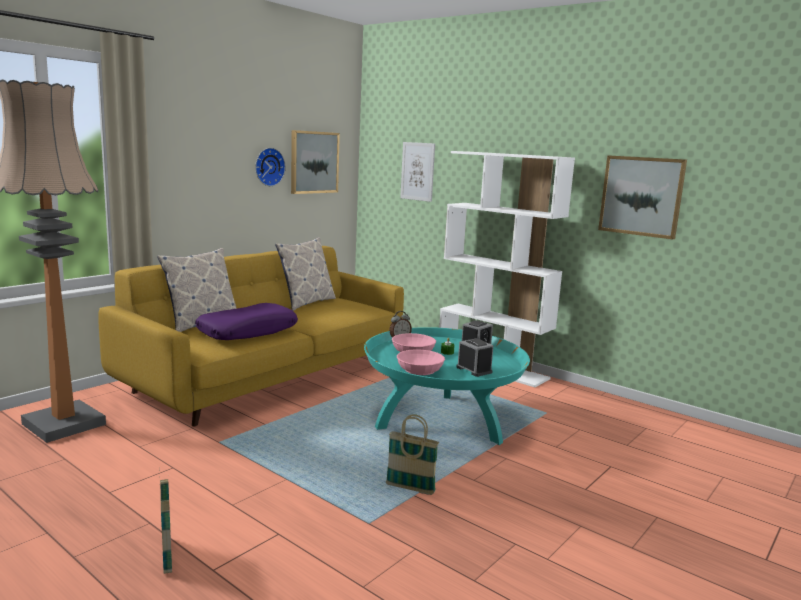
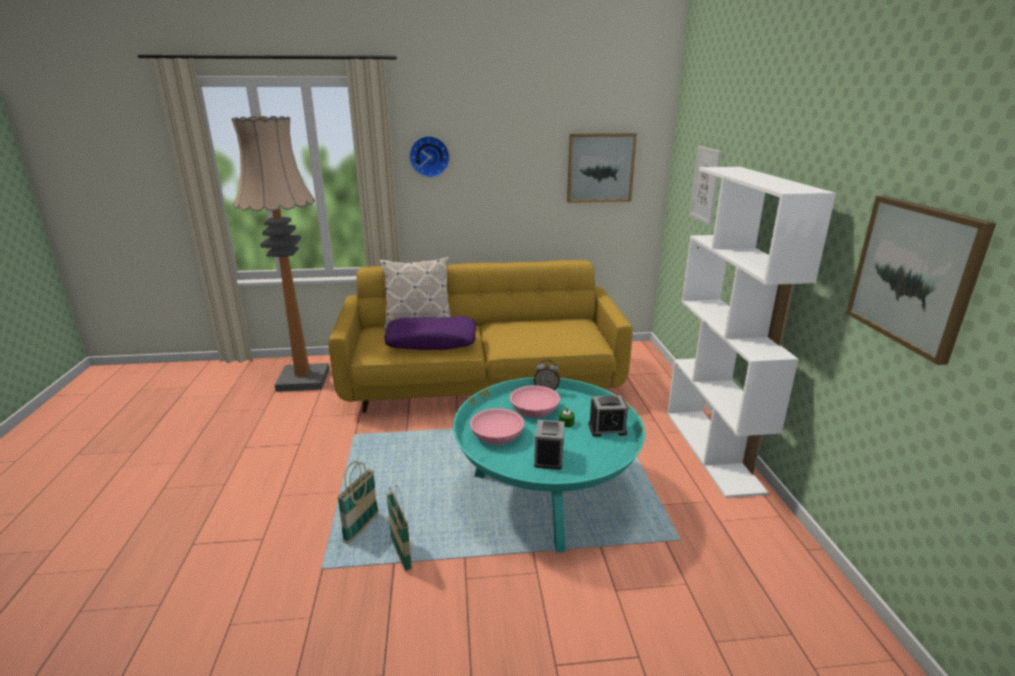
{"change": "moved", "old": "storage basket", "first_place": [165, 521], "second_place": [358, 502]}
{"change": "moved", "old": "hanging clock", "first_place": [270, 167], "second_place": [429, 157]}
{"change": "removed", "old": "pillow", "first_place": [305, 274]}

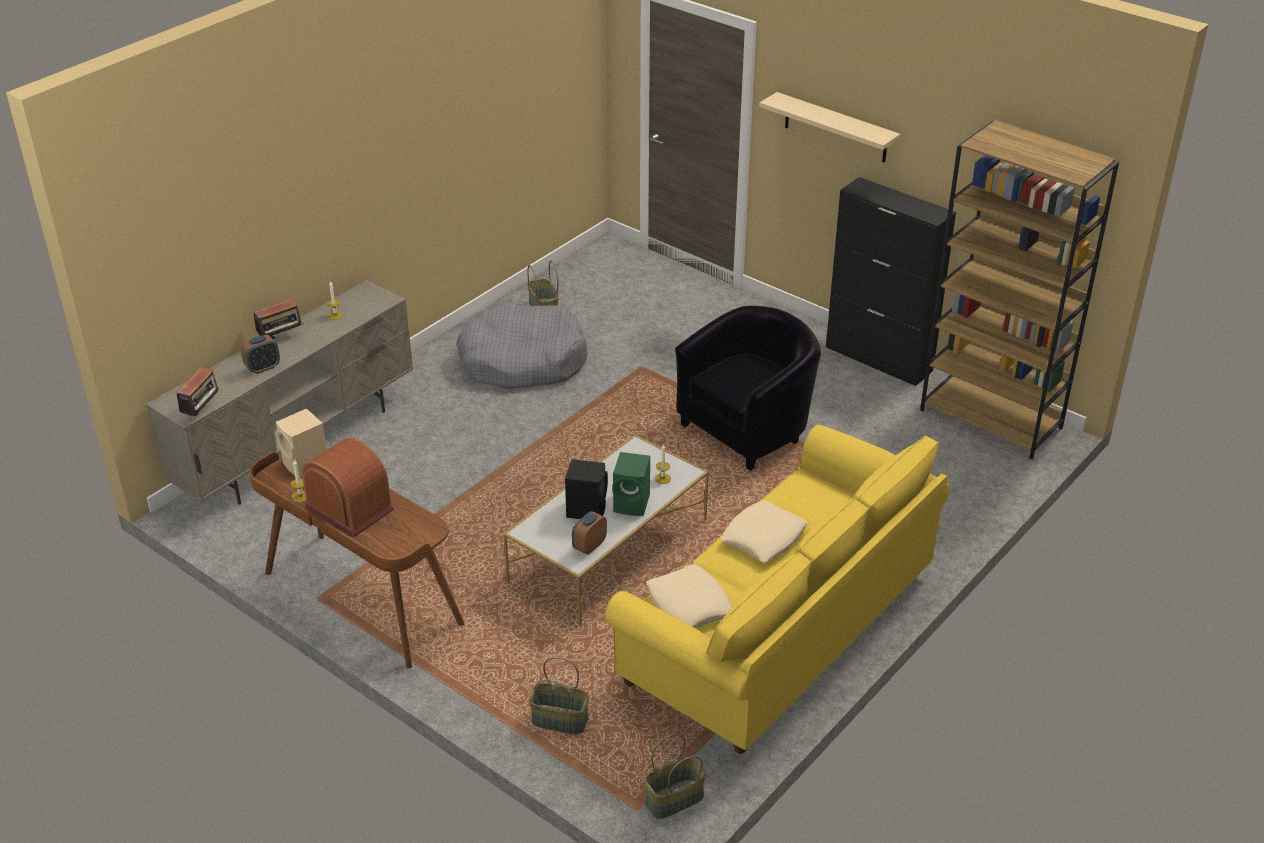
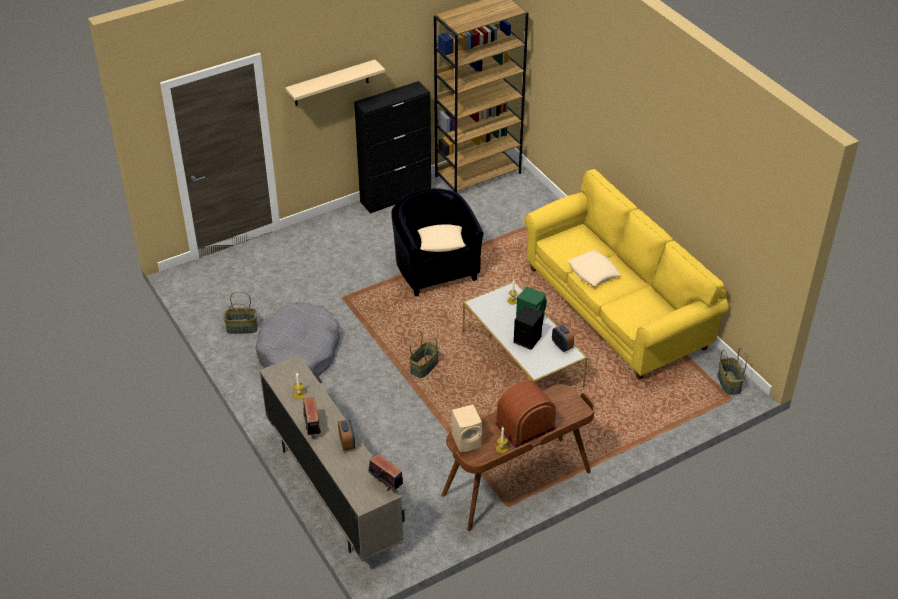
{"change": "moved", "old": "storage basket", "first_place": [559, 695], "second_place": [424, 354]}
{"change": "moved", "old": "pillow in beige", "first_place": [689, 596], "second_place": [441, 238]}

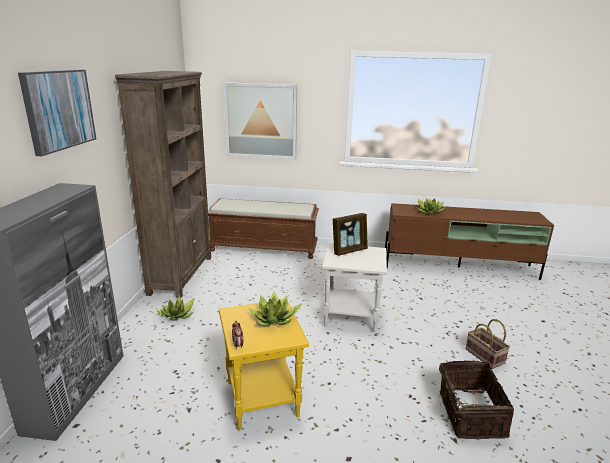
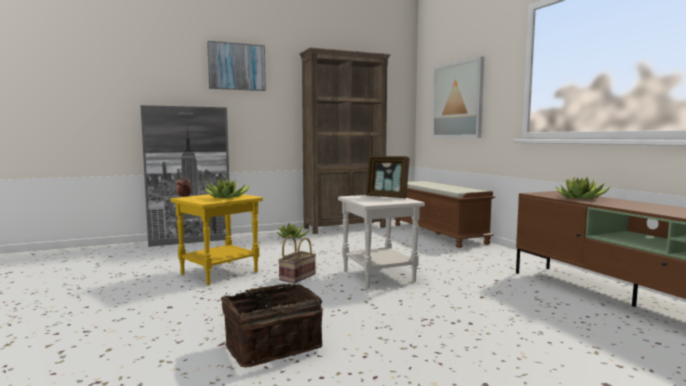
{"change": "moved", "old": "storage basket", "first_place": [487, 344], "second_place": [297, 259]}

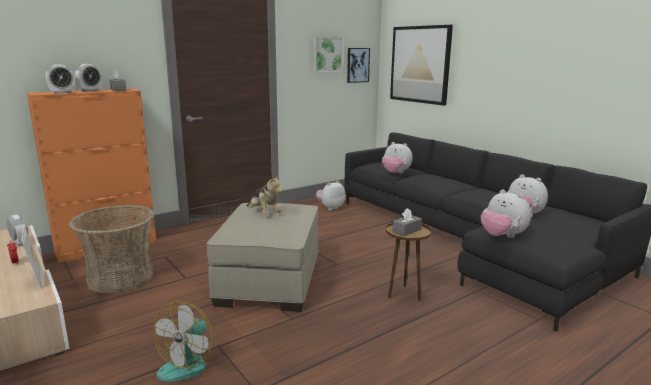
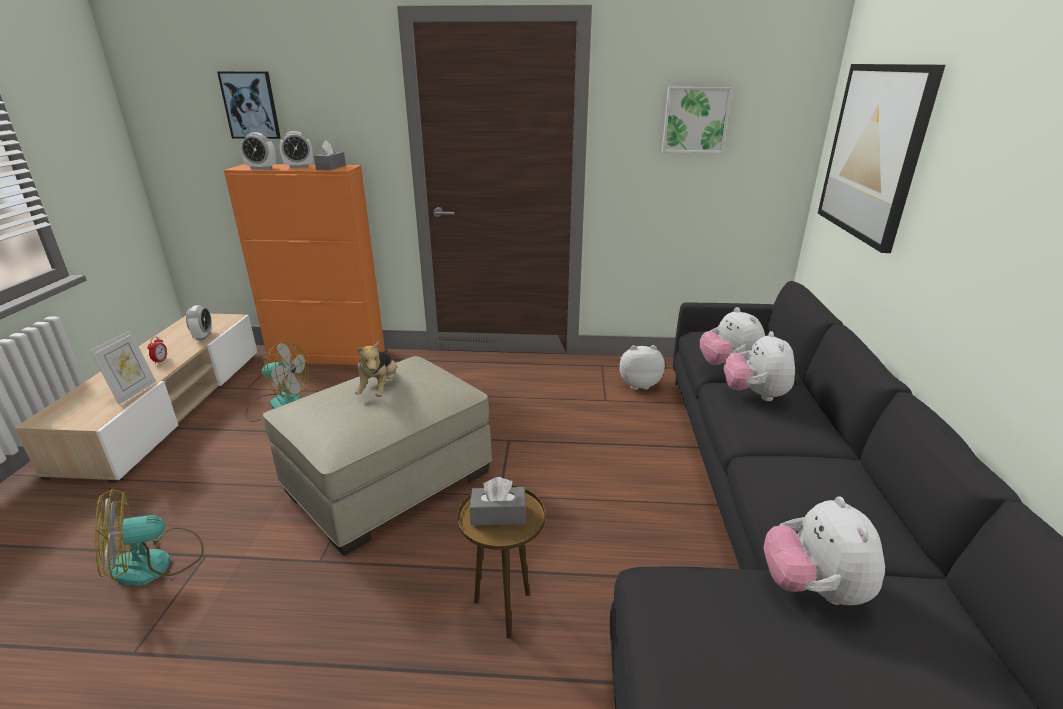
{"change": "moved", "old": "picture", "first_place": [358, 65], "second_place": [249, 105]}
{"change": "replaced", "old": "storage basket", "new": "electric fan", "first_place": [112, 249], "second_place": [277, 381]}
{"change": "moved", "old": "soft toy", "first_place": [506, 213], "second_place": [759, 366]}

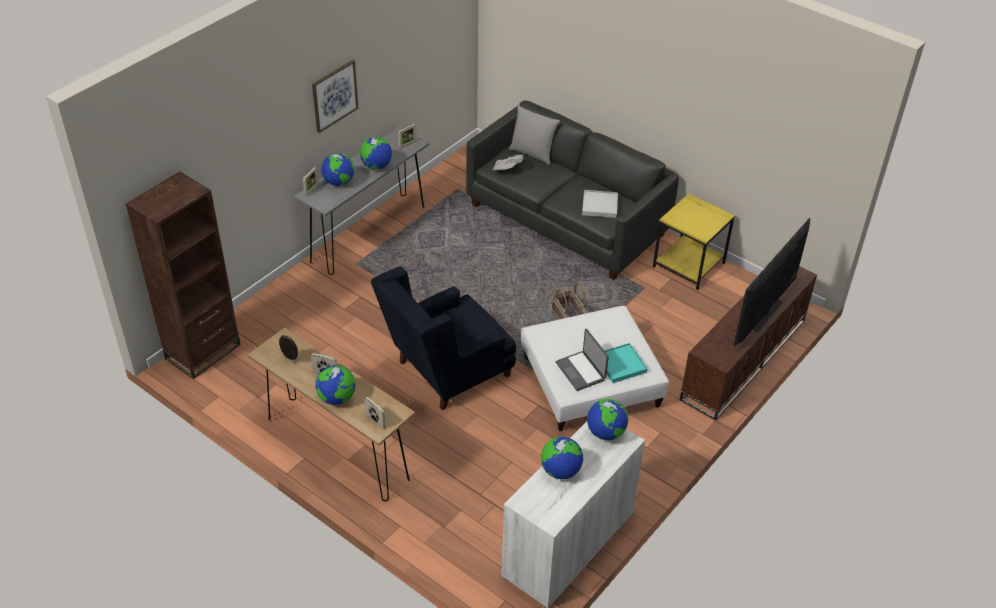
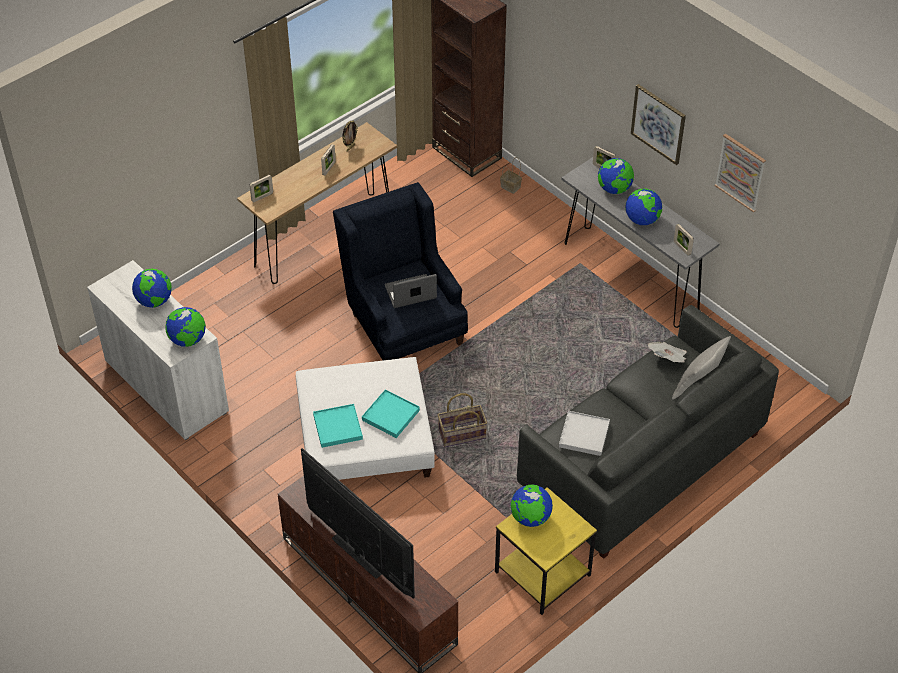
{"change": "added", "new": "serving tray in turquoise-coloured", "second_place": [391, 413]}
{"change": "moved", "old": "portable computer", "first_place": [582, 360], "second_place": [411, 291]}
{"change": "added", "new": "storage basket", "second_place": [511, 175]}
{"change": "moved", "old": "globe", "first_place": [335, 385], "second_place": [531, 505]}
{"change": "added", "new": "picture", "second_place": [740, 173]}

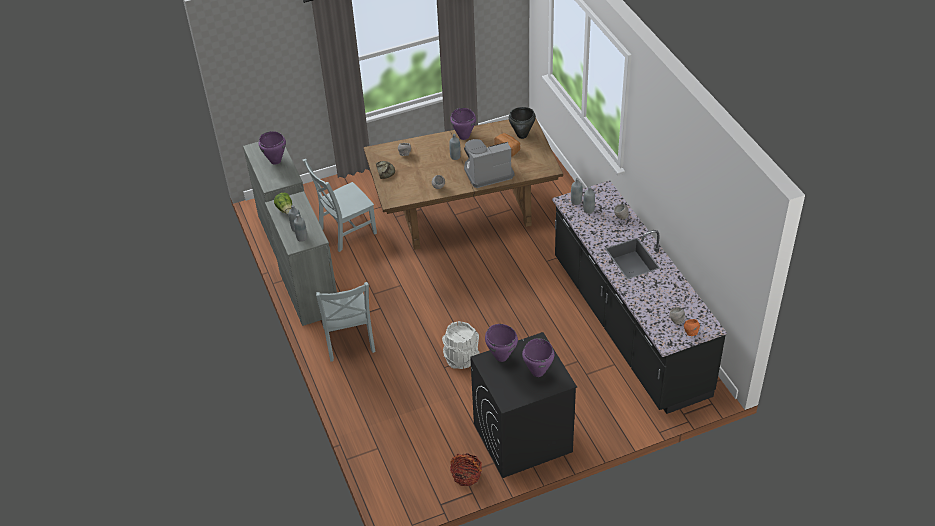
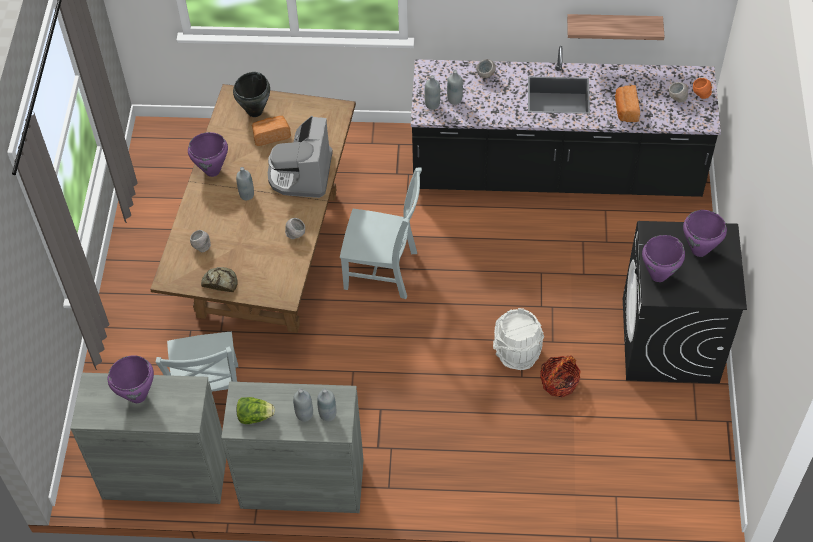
{"change": "moved", "old": "plain chair in greyish", "first_place": [345, 322], "second_place": [381, 233]}
{"change": "moved", "old": "storage basket", "first_place": [466, 469], "second_place": [560, 376]}
{"change": "added", "new": "wall shelf", "second_place": [615, 27]}
{"change": "added", "new": "bakery bread", "second_place": [627, 103]}

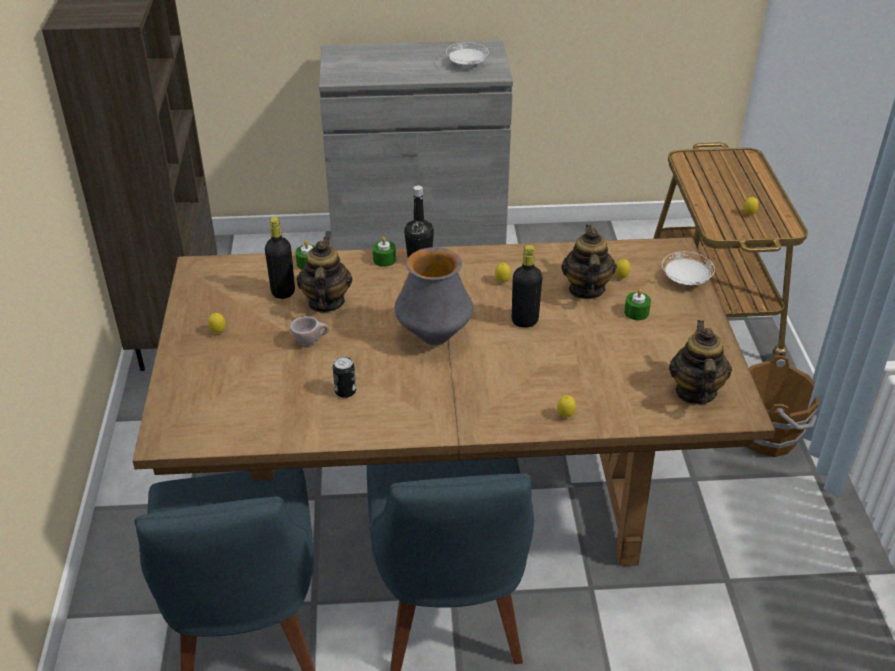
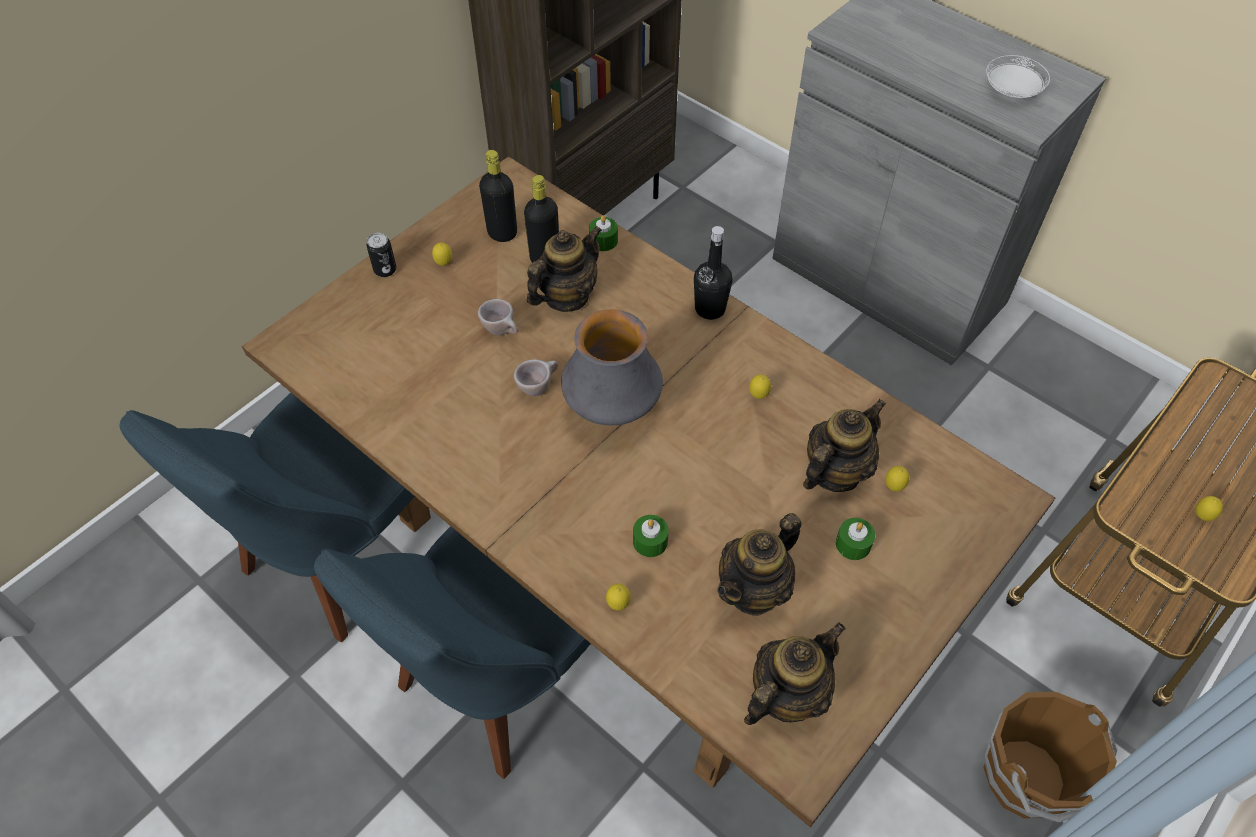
{"change": "moved", "old": "can", "first_place": [344, 377], "second_place": [381, 255]}
{"change": "moved", "old": "drink bottle in black-coloured", "first_place": [527, 286], "second_place": [498, 196]}
{"change": "added", "new": "drinking cup in beige", "second_place": [536, 377]}
{"change": "moved", "old": "wax light in green", "first_place": [384, 252], "second_place": [651, 536]}
{"change": "added", "new": "tea pot", "second_place": [759, 564]}
{"change": "removed", "old": "plate in white", "first_place": [688, 268]}

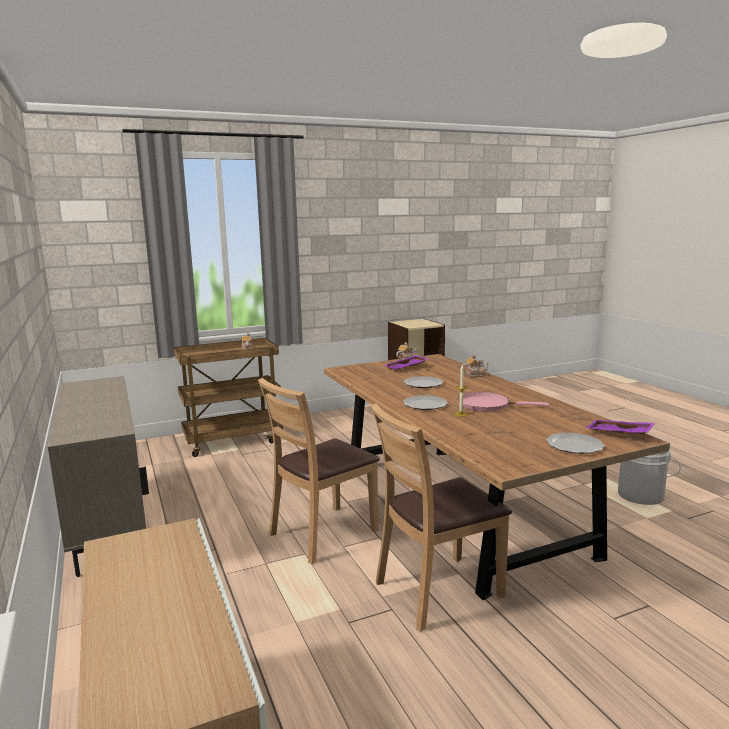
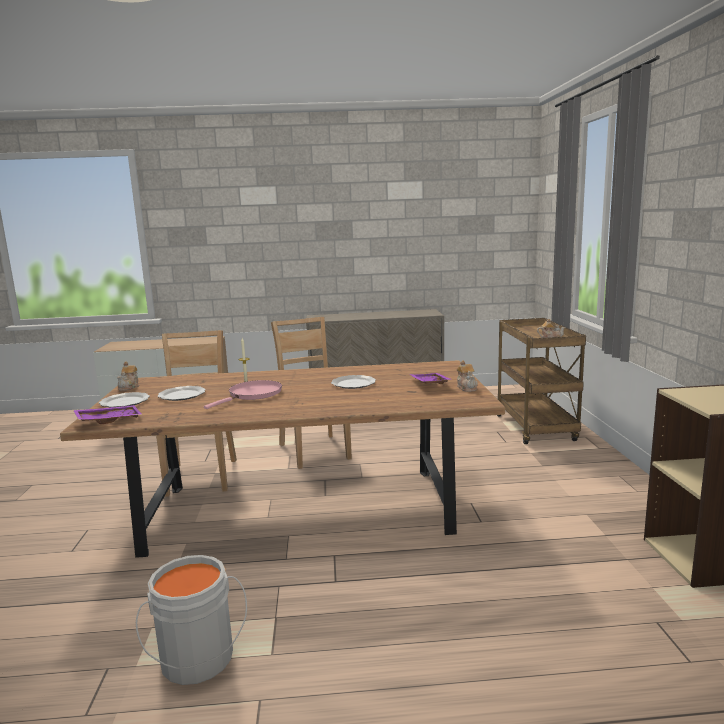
{"change": "moved", "old": "tea pot", "first_place": [476, 365], "second_place": [128, 376]}
{"change": "moved", "old": "plate", "first_place": [425, 402], "second_place": [182, 393]}

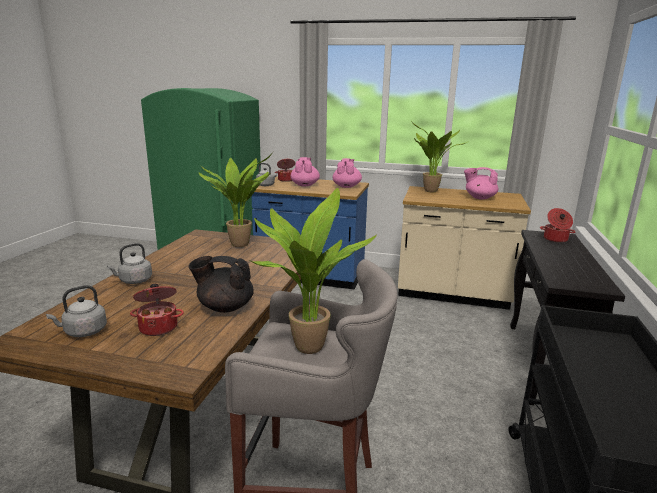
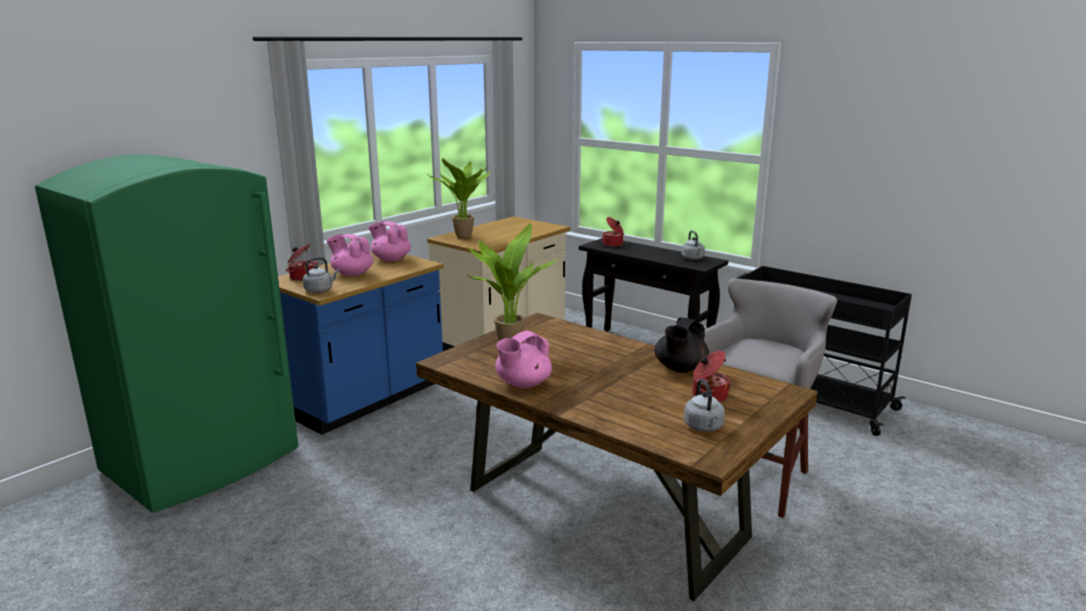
{"change": "moved", "old": "tea pot in pink-coloured", "first_place": [481, 183], "second_place": [524, 359]}
{"change": "moved", "old": "tea kettle in greyish", "first_place": [129, 263], "second_place": [693, 245]}
{"change": "removed", "old": "houseplant", "first_place": [313, 271]}

